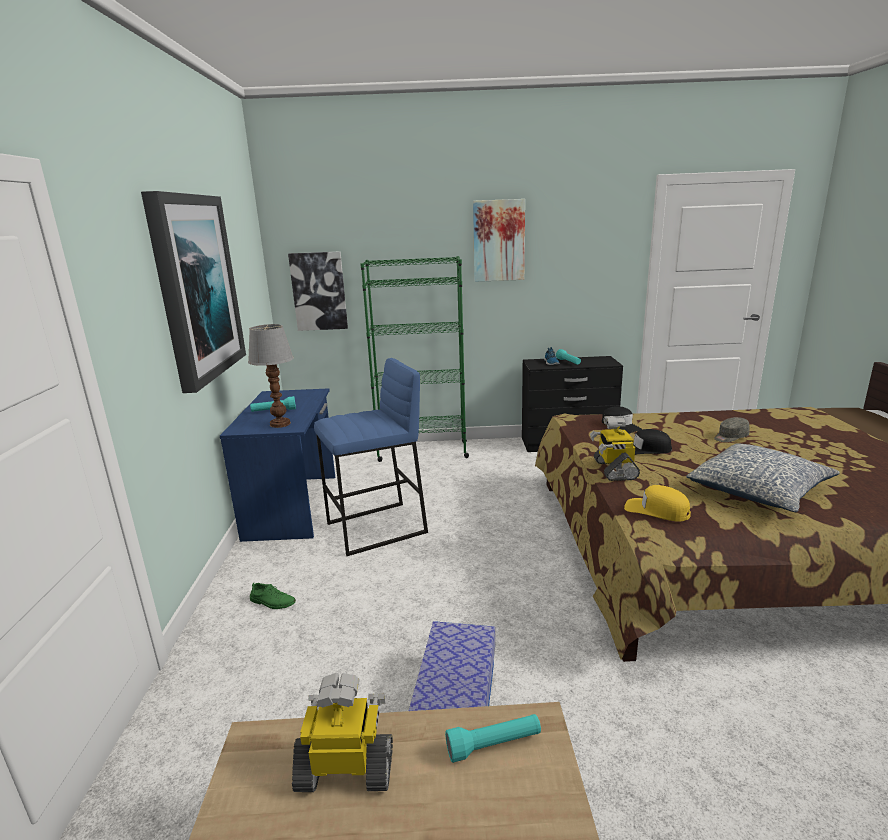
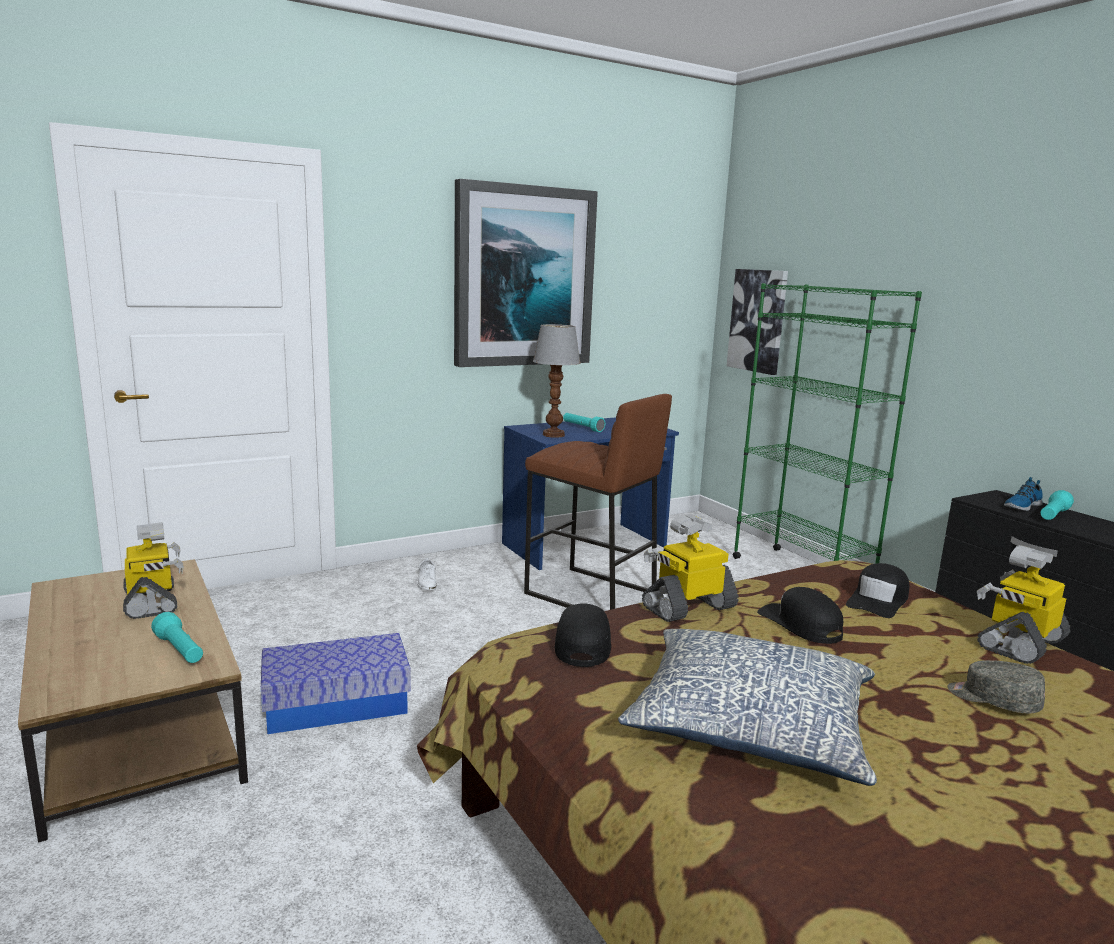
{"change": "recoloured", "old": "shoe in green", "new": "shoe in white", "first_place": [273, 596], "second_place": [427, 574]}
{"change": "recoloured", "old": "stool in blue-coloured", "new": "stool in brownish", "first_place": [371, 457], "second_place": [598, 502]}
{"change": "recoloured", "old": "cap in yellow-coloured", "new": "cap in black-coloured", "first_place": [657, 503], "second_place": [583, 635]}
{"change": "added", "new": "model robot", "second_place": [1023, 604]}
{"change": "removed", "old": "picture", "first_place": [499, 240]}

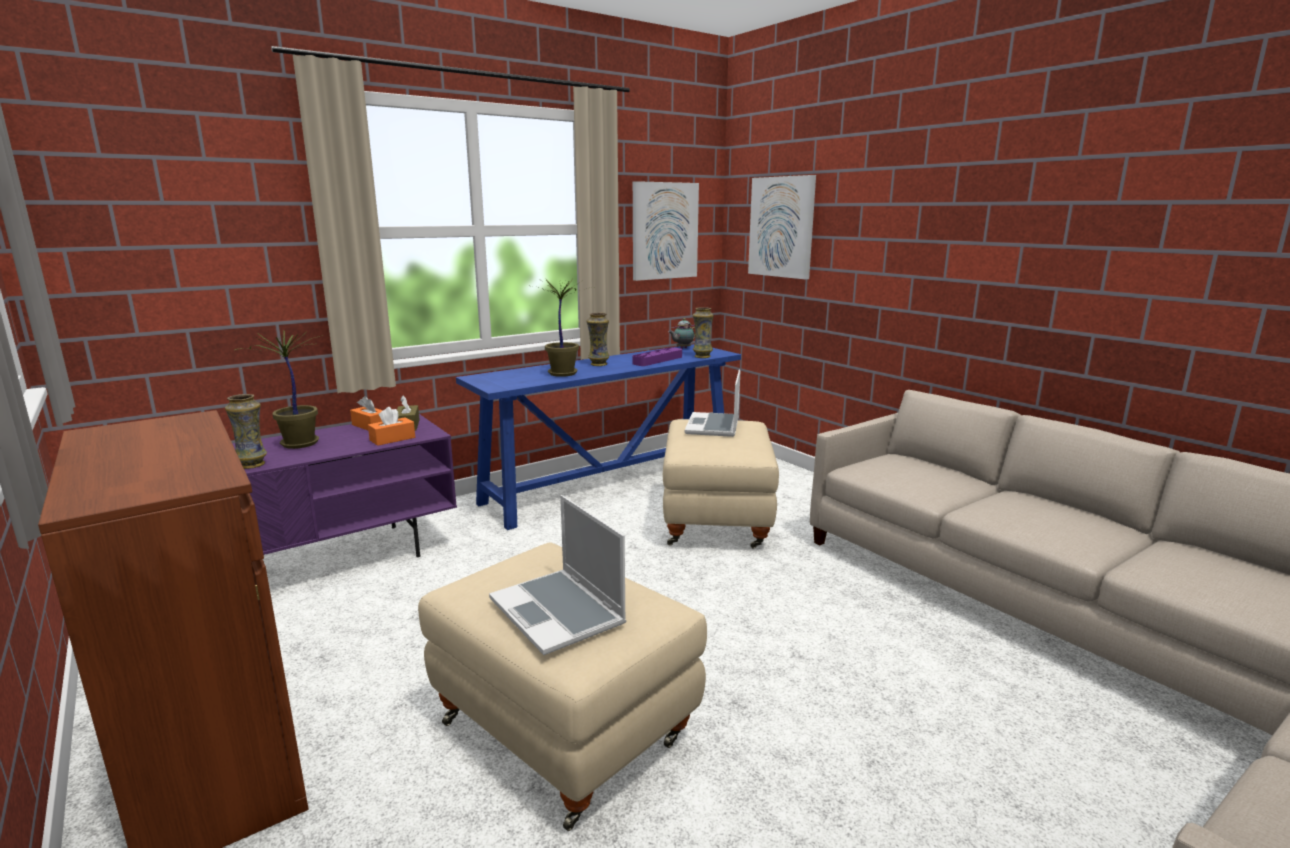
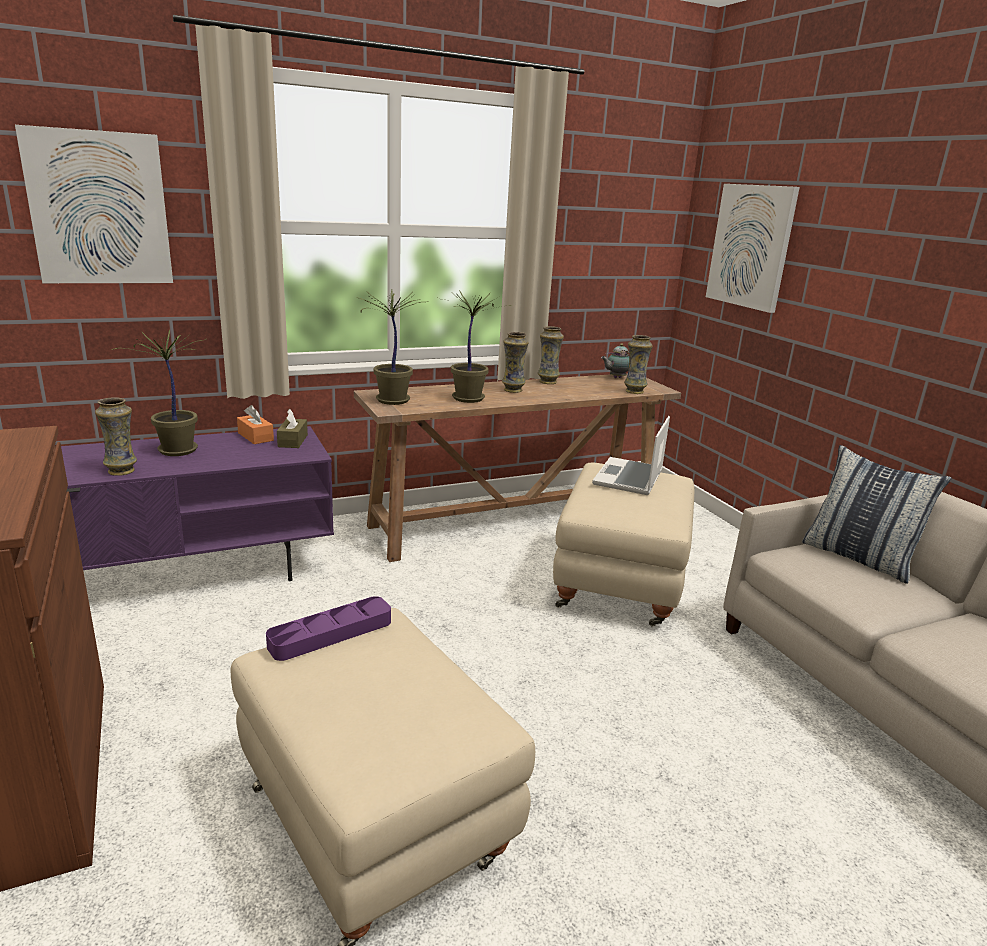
{"change": "moved", "old": "picture", "first_place": [666, 231], "second_place": [94, 204]}
{"change": "moved", "old": "serving tray in purple", "first_place": [657, 356], "second_place": [328, 628]}
{"change": "recoloured", "old": "hall table in blue-coloured", "new": "hall table in brownish", "first_place": [598, 437], "second_place": [517, 467]}
{"change": "added", "new": "houseplant", "second_place": [392, 347]}
{"change": "added", "new": "vase", "second_place": [551, 355]}
{"change": "added", "new": "pillow", "second_place": [877, 514]}
{"change": "removed", "old": "tissue holder in orange-coloured", "first_place": [391, 426]}
{"change": "removed", "old": "portable computer", "first_place": [557, 575]}

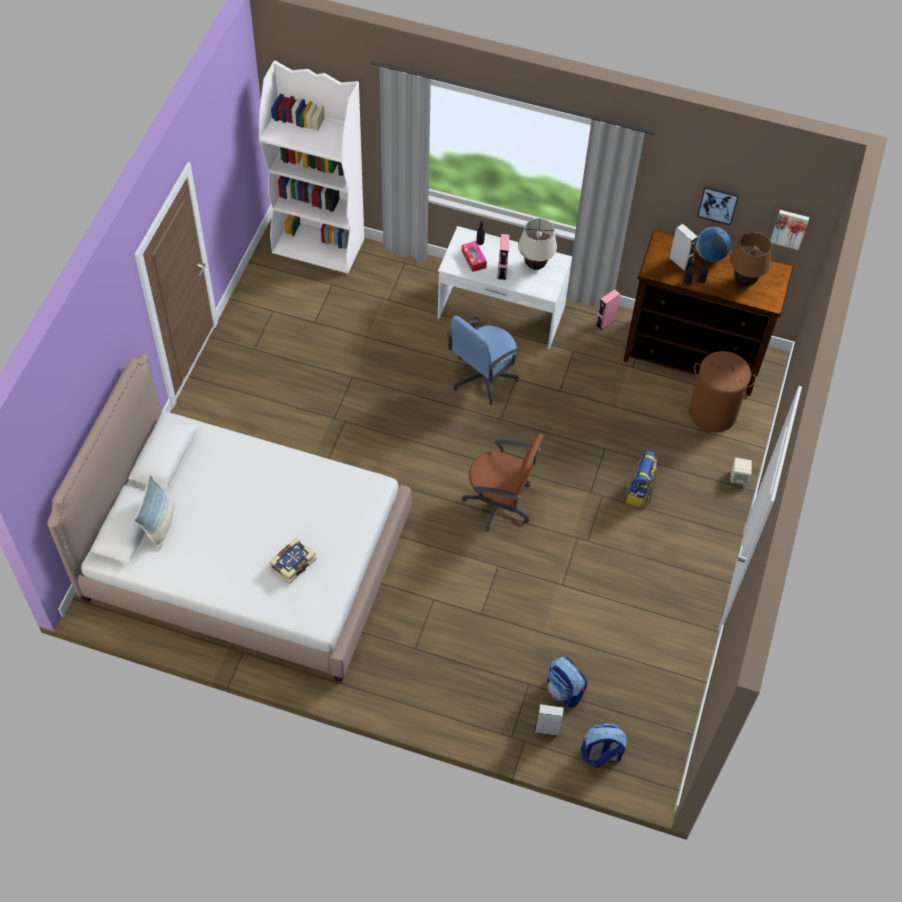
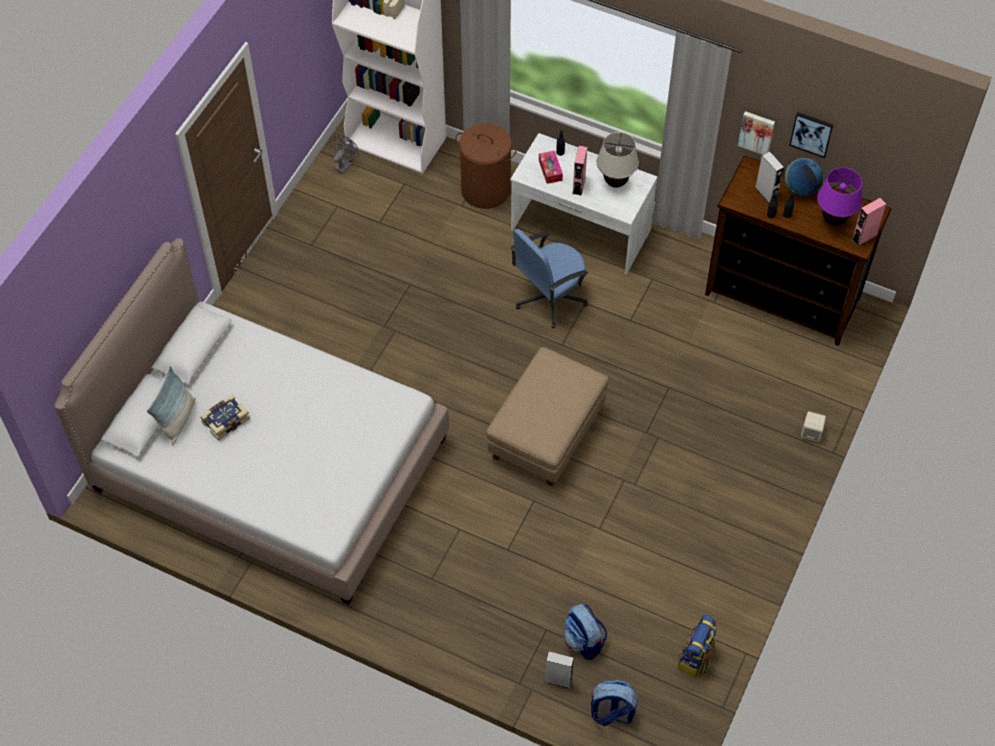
{"change": "moved", "old": "bound book", "first_place": [293, 561], "second_place": [225, 418]}
{"change": "added", "new": "electric fan in greyish", "second_place": [346, 154]}
{"change": "moved", "old": "hamper in brownish", "first_place": [722, 391], "second_place": [485, 166]}
{"change": "replaced", "old": "office chair in brownish", "new": "pouffe in beige", "first_place": [503, 482], "second_place": [547, 417]}
{"change": "moved", "old": "backpack", "first_place": [641, 479], "second_place": [697, 646]}
{"change": "moved", "old": "picture", "first_place": [789, 230], "second_place": [756, 133]}
{"change": "recoloured", "old": "lamp for a table in brownish", "new": "lamp for a table in purple", "first_place": [751, 259], "second_place": [839, 196]}
{"change": "moved", "old": "audio speaker in pink-coloured", "first_place": [607, 309], "second_place": [869, 222]}

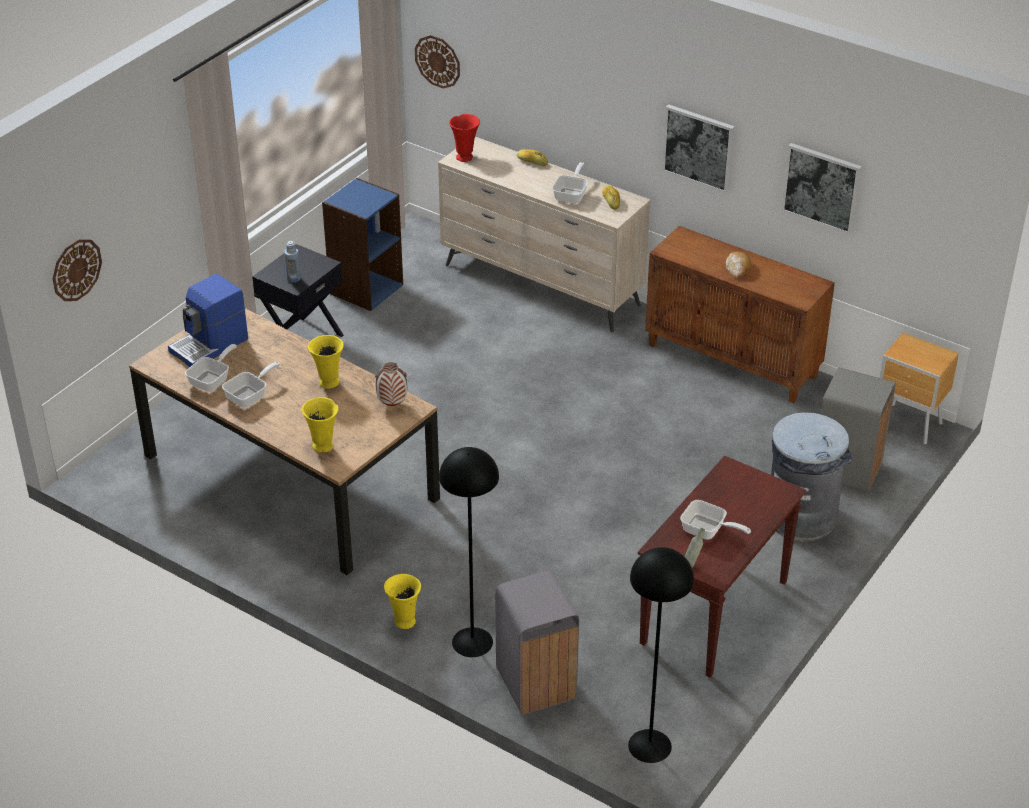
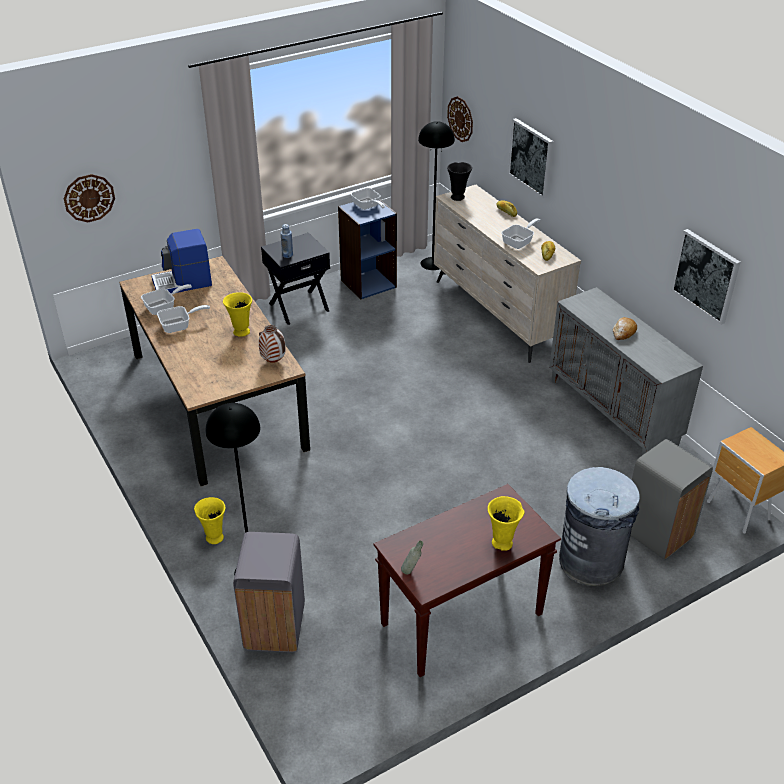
{"change": "moved", "old": "skillet", "first_place": [715, 520], "second_place": [368, 199]}
{"change": "moved", "old": "standard lamp in black-coloured", "first_place": [661, 655], "second_place": [436, 195]}
{"change": "recoloured", "old": "vase in red", "new": "vase in black-coloured", "first_place": [464, 138], "second_place": [459, 181]}
{"change": "moved", "old": "vase in yellow-coloured", "first_place": [320, 424], "second_place": [506, 523]}
{"change": "moved", "old": "picture", "first_place": [698, 149], "second_place": [531, 158]}
{"change": "recoloured", "old": "storage cabinet in brownish", "new": "storage cabinet in greyish", "first_place": [740, 314], "second_place": [626, 371]}

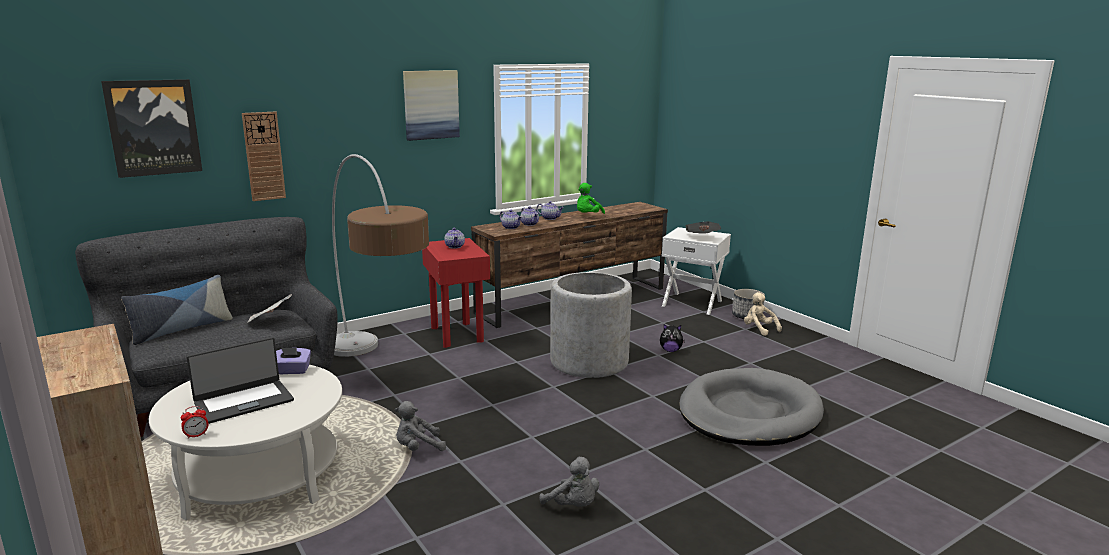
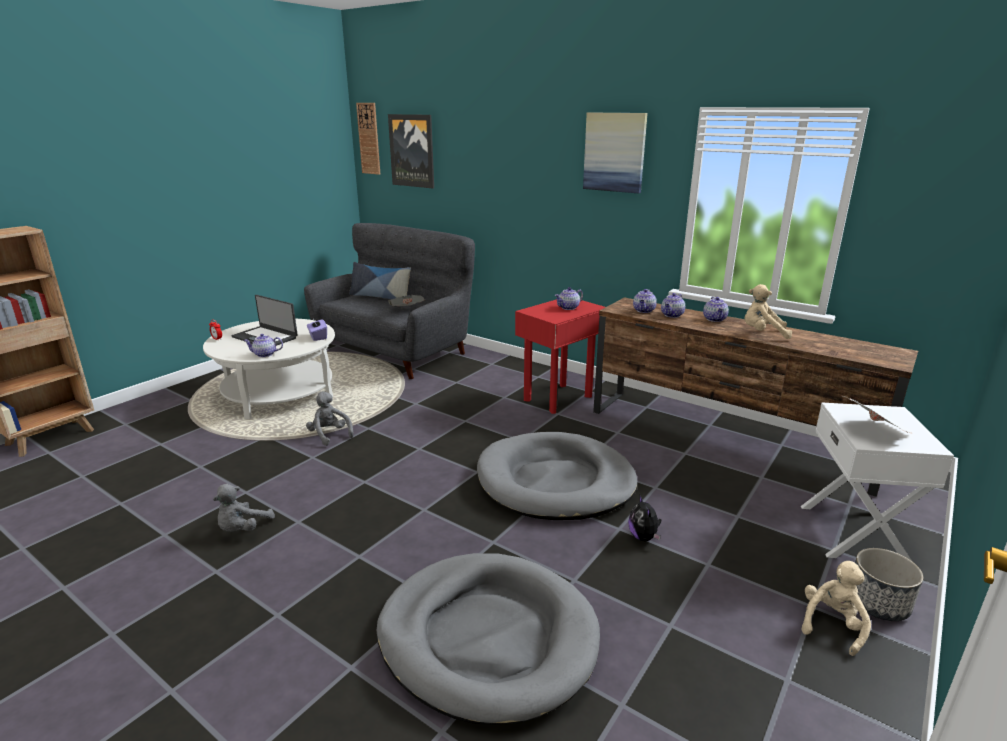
{"change": "added", "new": "tea pot", "second_place": [263, 345]}
{"change": "moved", "old": "hanging clock", "first_place": [264, 156], "second_place": [368, 139]}
{"change": "replaced", "old": "planter in greyish", "new": "pet bed in greyish", "first_place": [591, 325], "second_place": [557, 476]}
{"change": "recoloured", "old": "soft toy in green", "new": "soft toy in beige", "first_place": [591, 198], "second_place": [768, 311]}
{"change": "removed", "old": "standard lamp", "first_place": [380, 255]}

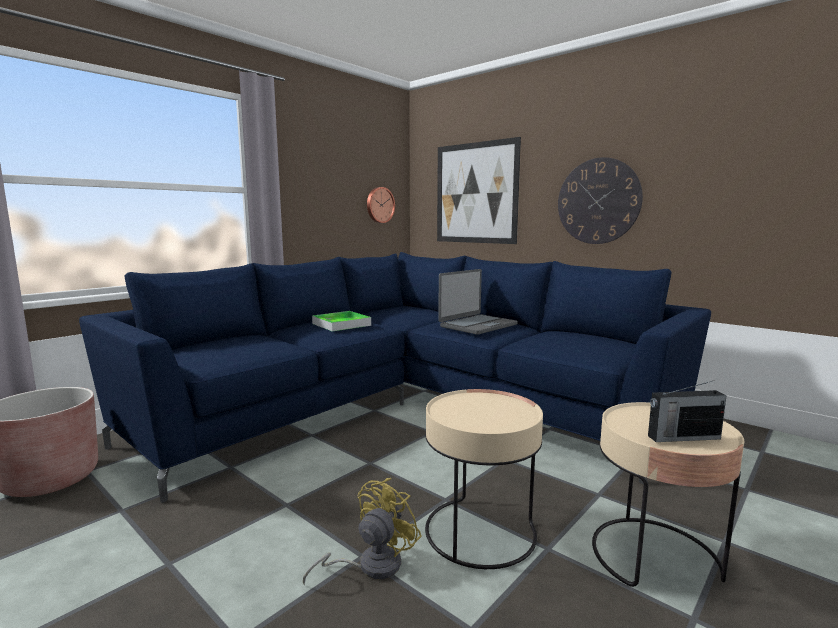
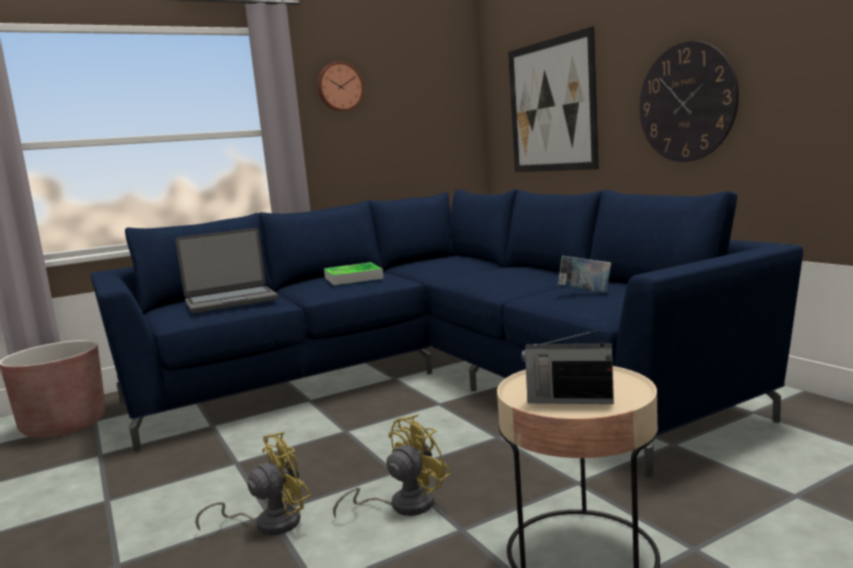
{"change": "moved", "old": "portable computer", "first_place": [478, 302], "second_place": [226, 270]}
{"change": "moved", "old": "hanging clock", "first_place": [381, 205], "second_place": [340, 87]}
{"change": "replaced", "old": "accent table in beige", "new": "electric fan in yellow-coloured", "first_place": [484, 479], "second_place": [392, 466]}
{"change": "added", "new": "bound book", "second_place": [584, 274]}

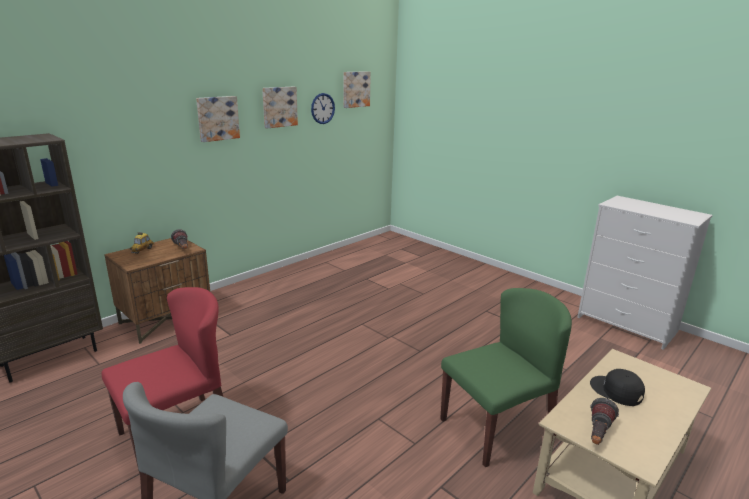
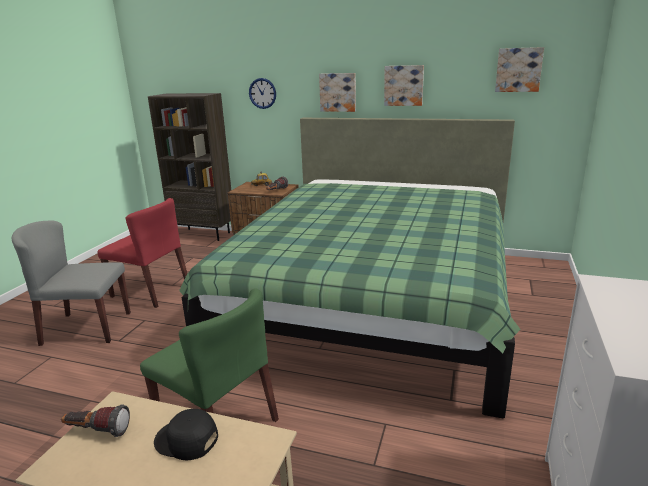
{"change": "turned", "old": "cap in black-coloured", "first_place": [617, 387], "second_place": [186, 434], "degrees": -90}
{"change": "added", "new": "bed in green", "second_place": [350, 268]}
{"change": "moved", "old": "hanging clock", "first_place": [323, 108], "second_place": [262, 93]}

